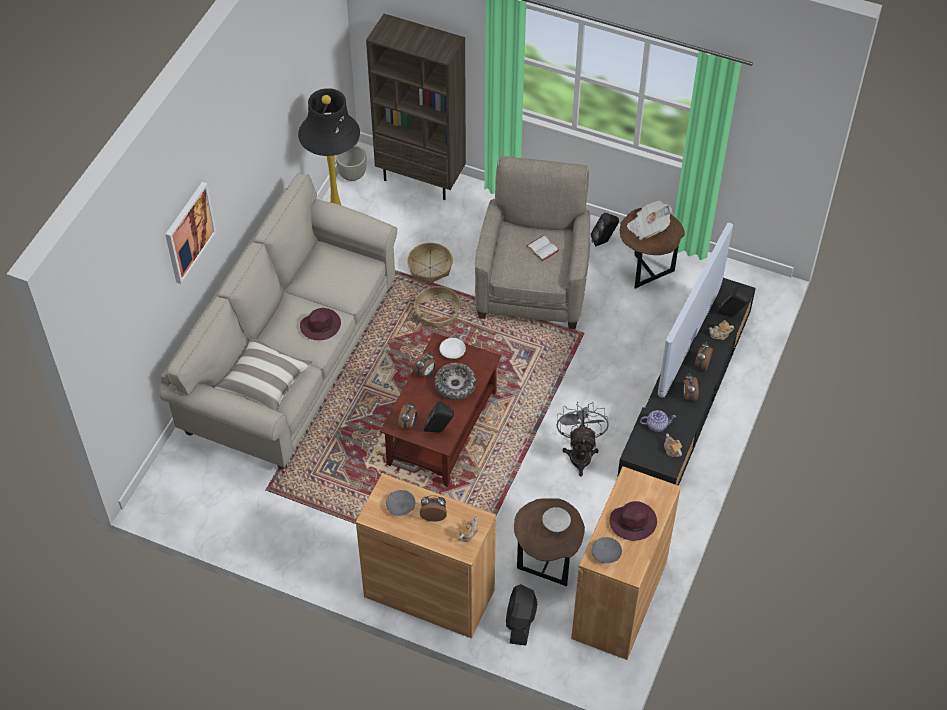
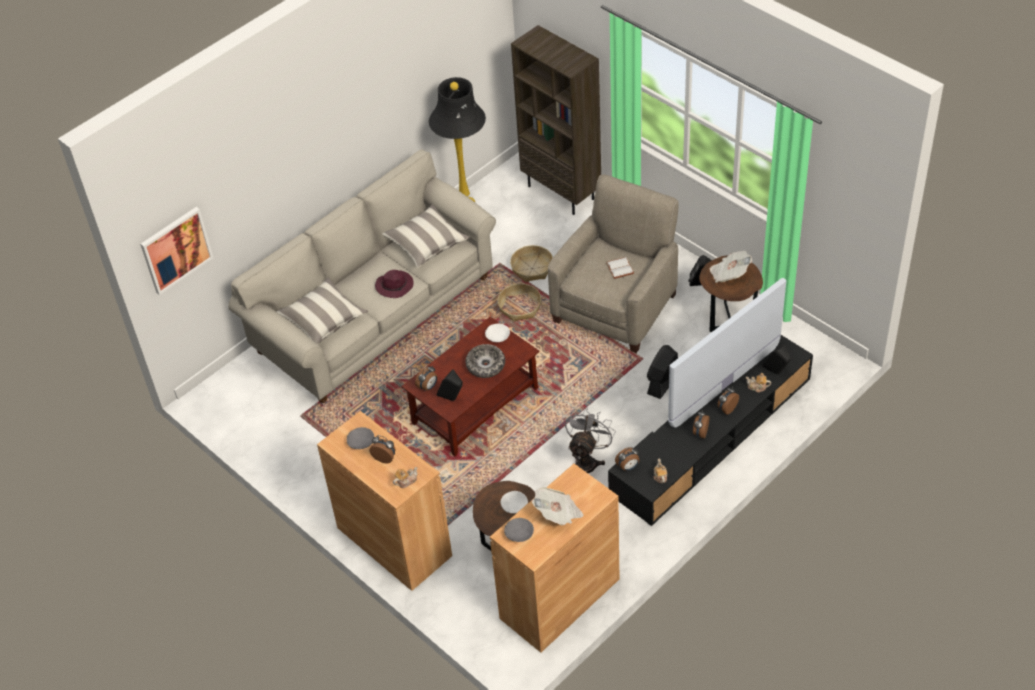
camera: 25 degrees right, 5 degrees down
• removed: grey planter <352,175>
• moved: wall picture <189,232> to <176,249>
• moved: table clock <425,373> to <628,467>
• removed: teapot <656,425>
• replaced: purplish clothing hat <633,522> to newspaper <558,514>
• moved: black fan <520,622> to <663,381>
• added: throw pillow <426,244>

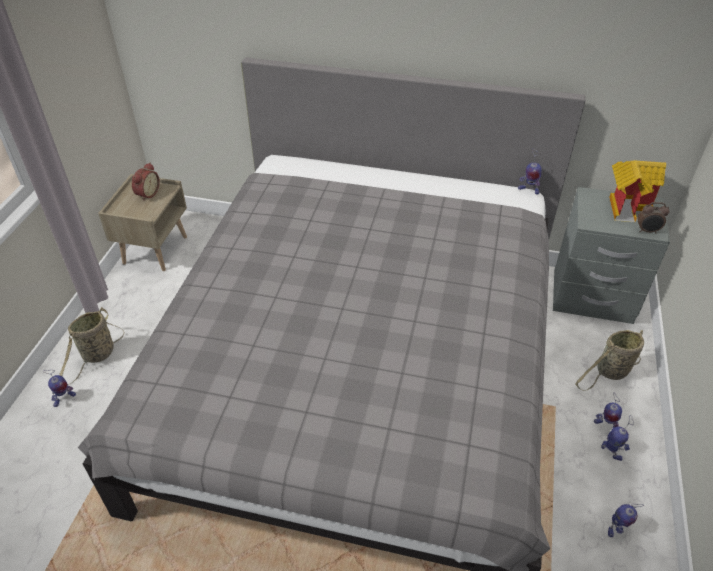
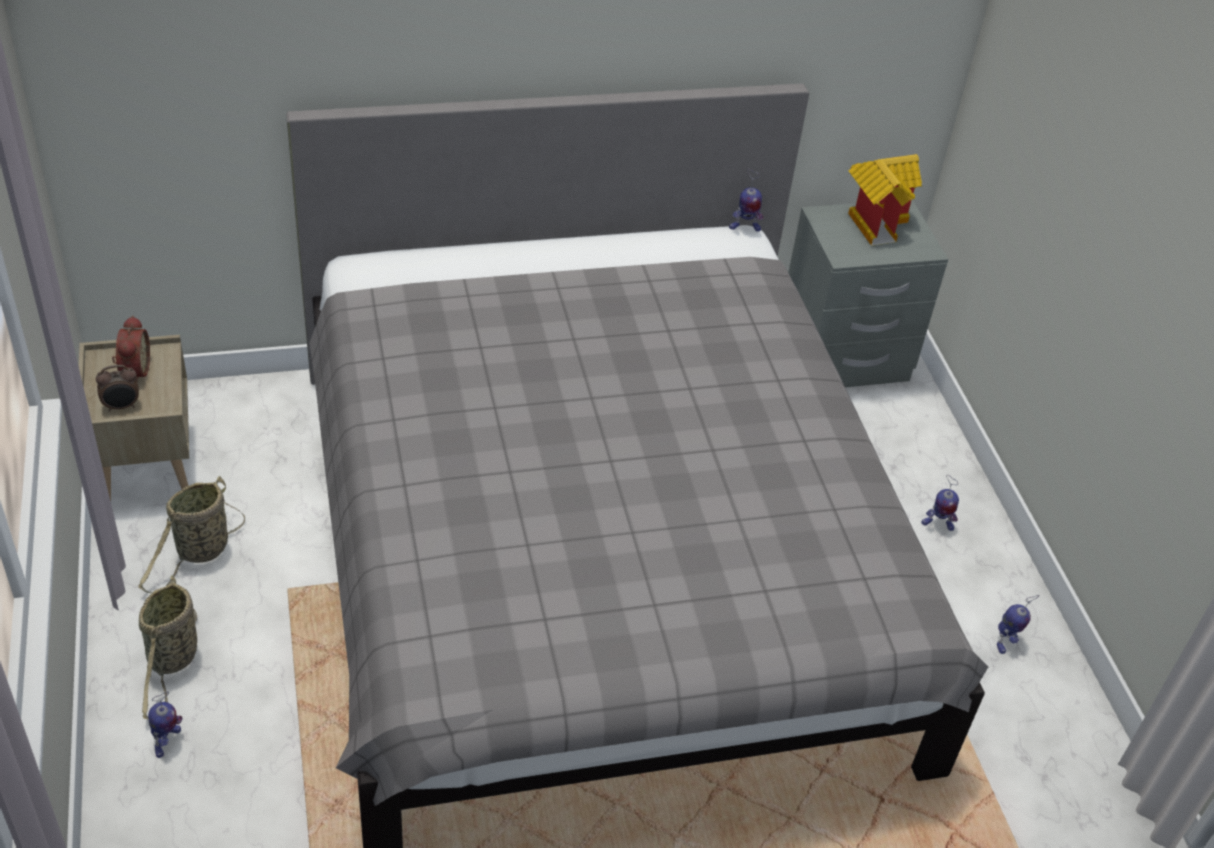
camera: 30 degrees left, 0 degrees up
• moved: table clock <647,231> to <122,406>
• moved: storage basket <610,372> to <200,552>
• removed: toy robot <611,451>

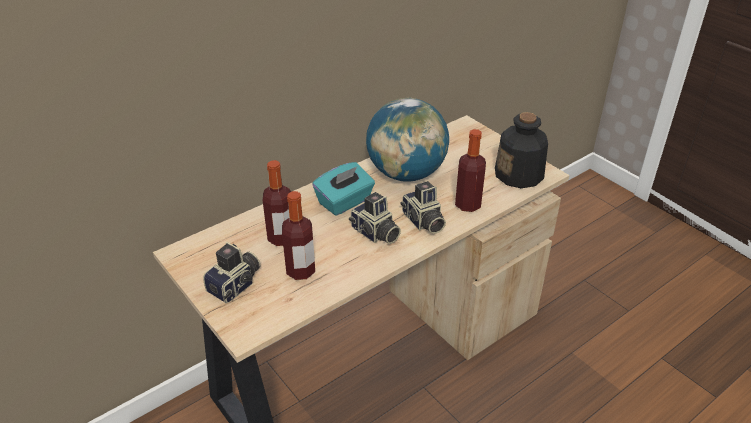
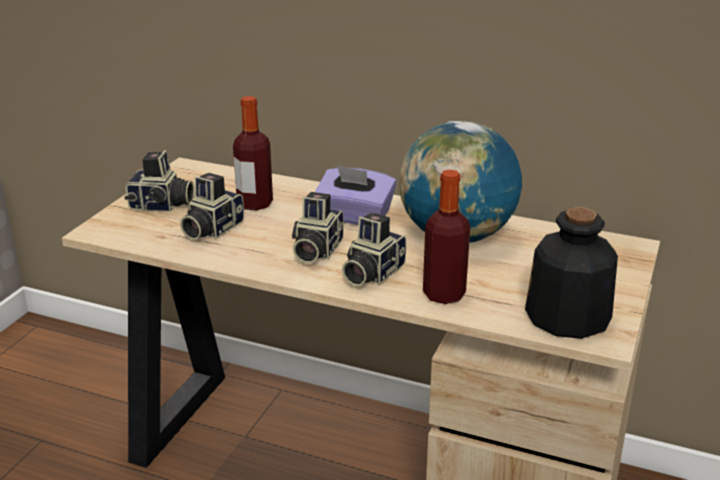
camera: 60 degrees right, 10 degrees down
• recoloured: turquoise-coloured tissue box <345,202> to purplish tissue box <354,217>
• replaced: bottle <300,271> to photo camera <211,229>

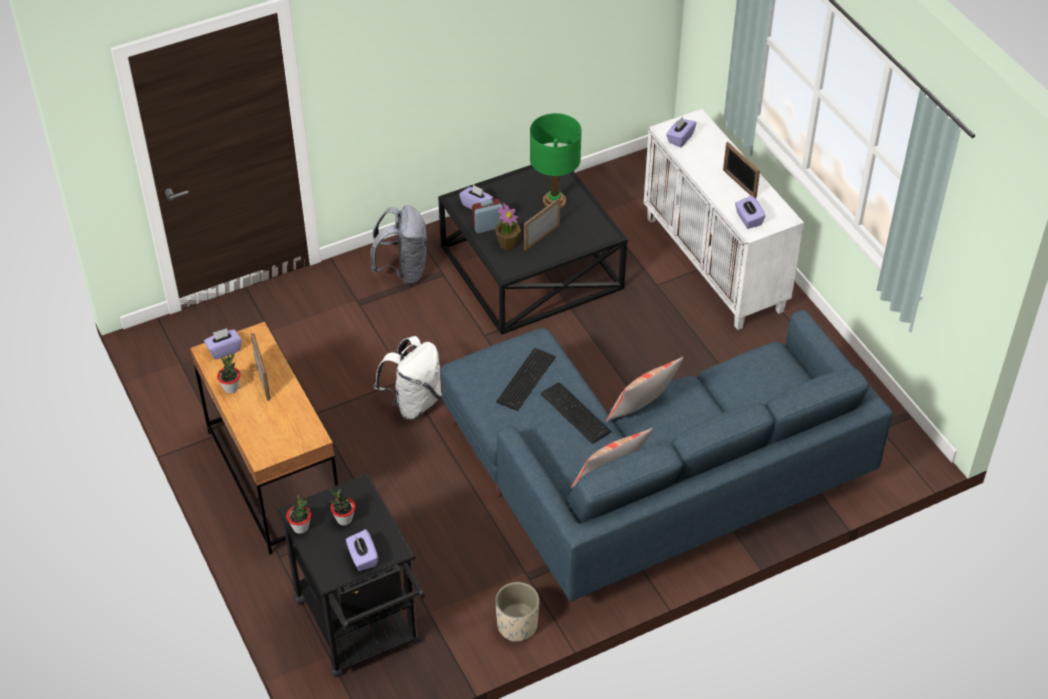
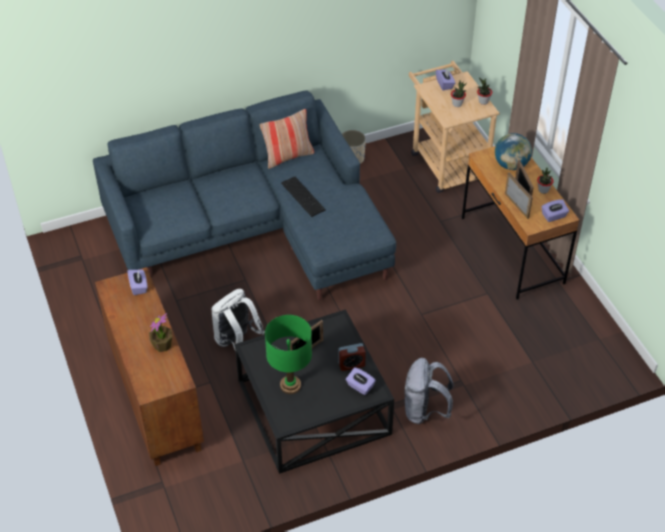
camera: 175 degrees left, 0 degrees up
• recoloured: white cupboard <715,264> to brown-coloured cupboard <154,398>
• removed: purplish tissue box <680,138>
• moved: standing frame <739,184> to <517,205>
• moved: houseplant <507,243> to <162,345>
• moved: white knapsack <413,402> to <236,340>
• removed: PC keyboard <524,379>
• removed: throw pillow <642,411>
• recoloured: black trolley <361,630> to beige trolley <445,162>
• added: world globe <511,165>

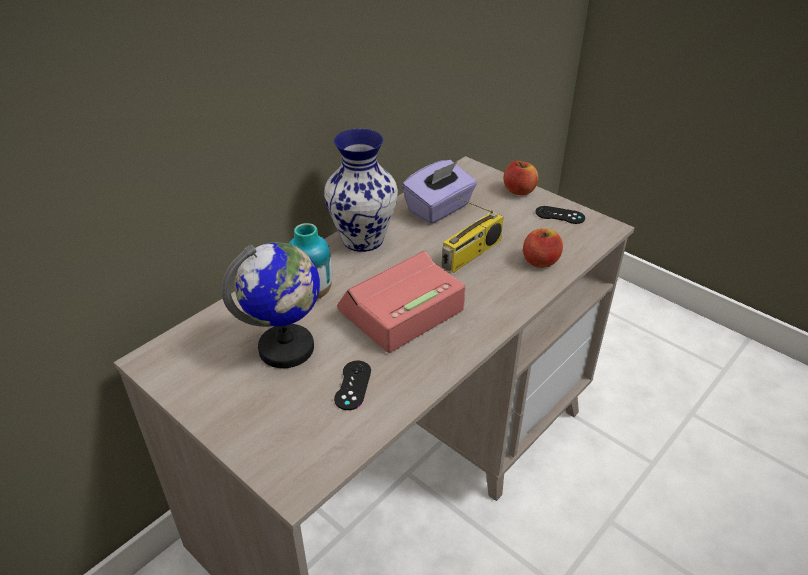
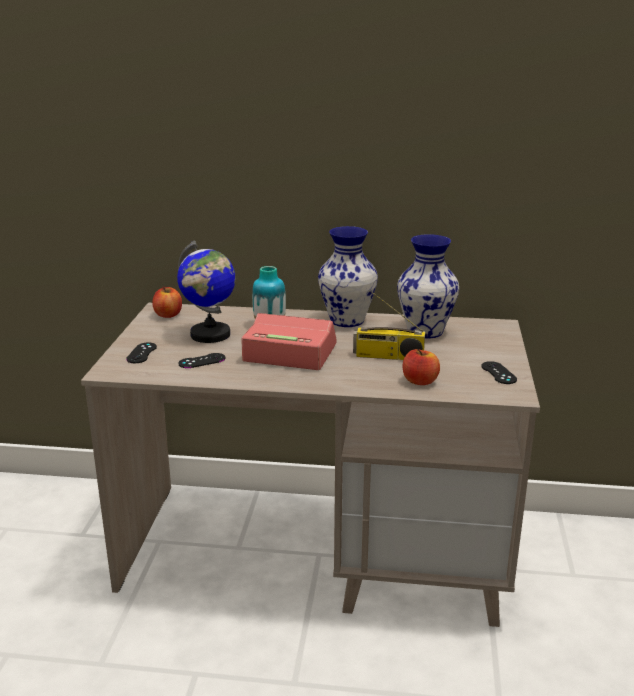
camera: 55 degrees right, 15 degrees down
• replaced: purplish tissue box <439,209> to decorative vase <426,331>
• moved: apple <519,190> to <168,315>
• added: black gamepad <141,353>

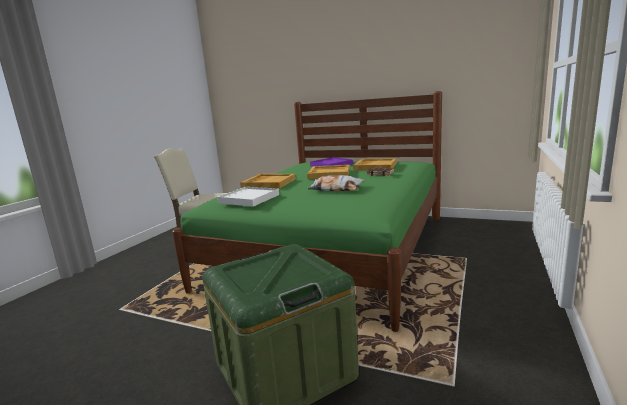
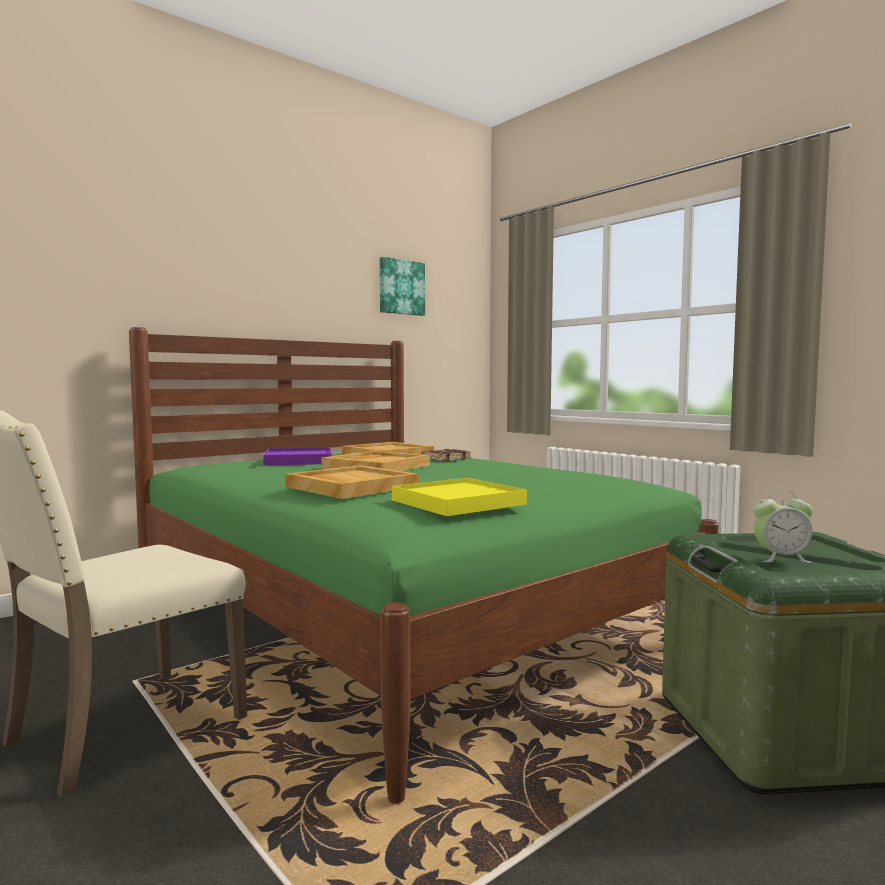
camera: 65 degrees left, 10 degrees down
• removed: throw pillow <336,189>
• recoloured: white carrying tray <249,199> to yellowish carrying tray <457,502>
• added: wall picture <401,287>
• added: table clock <781,558>

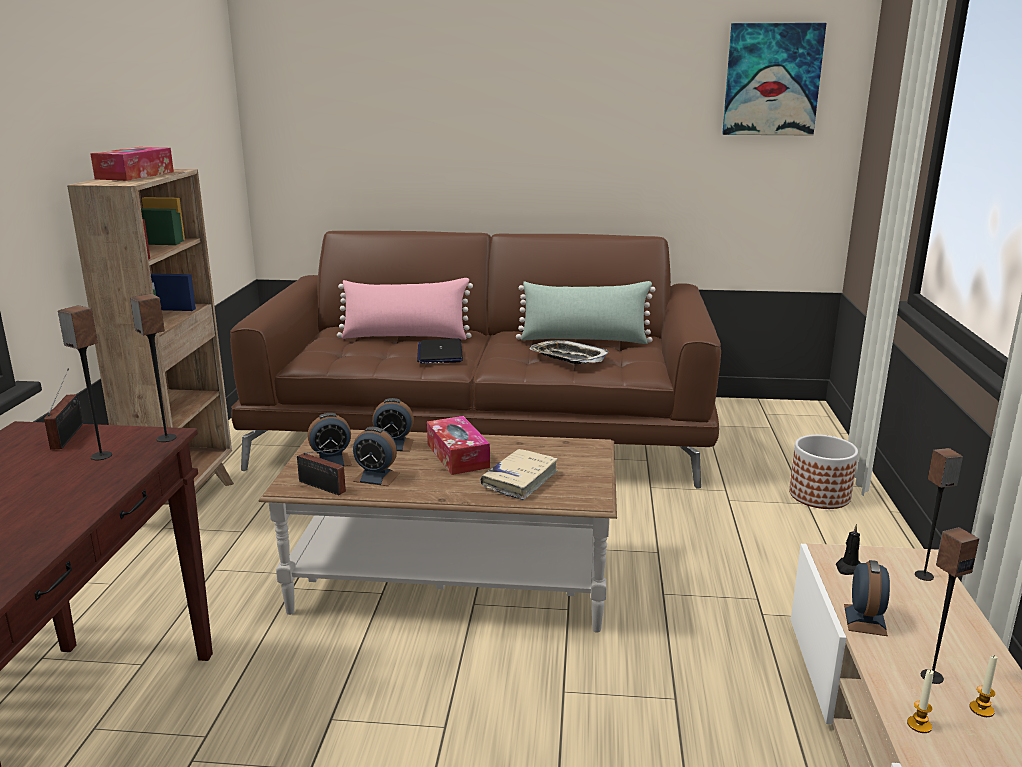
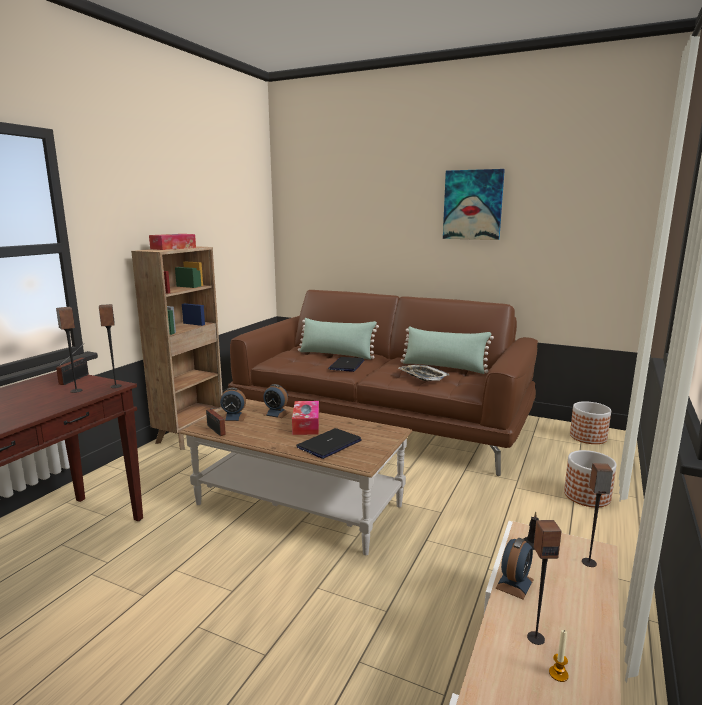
camera: 20 degrees right, 5 degrees down
• moved: wall picture <772,80> to <473,205>
• recoloured: pink-coloured throw pillow <405,337> to green throw pillow <336,354>
• removed: table clock <376,477>
• replaced: beige volume <520,480> to notebook computer <329,444>
• removed: wax candle <919,725>
• added: planter <588,437>

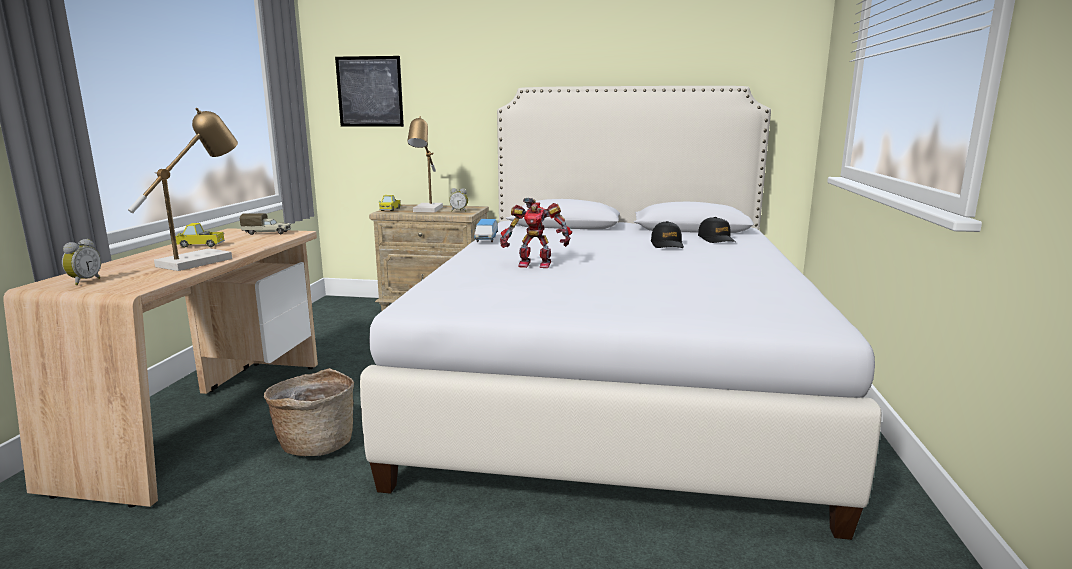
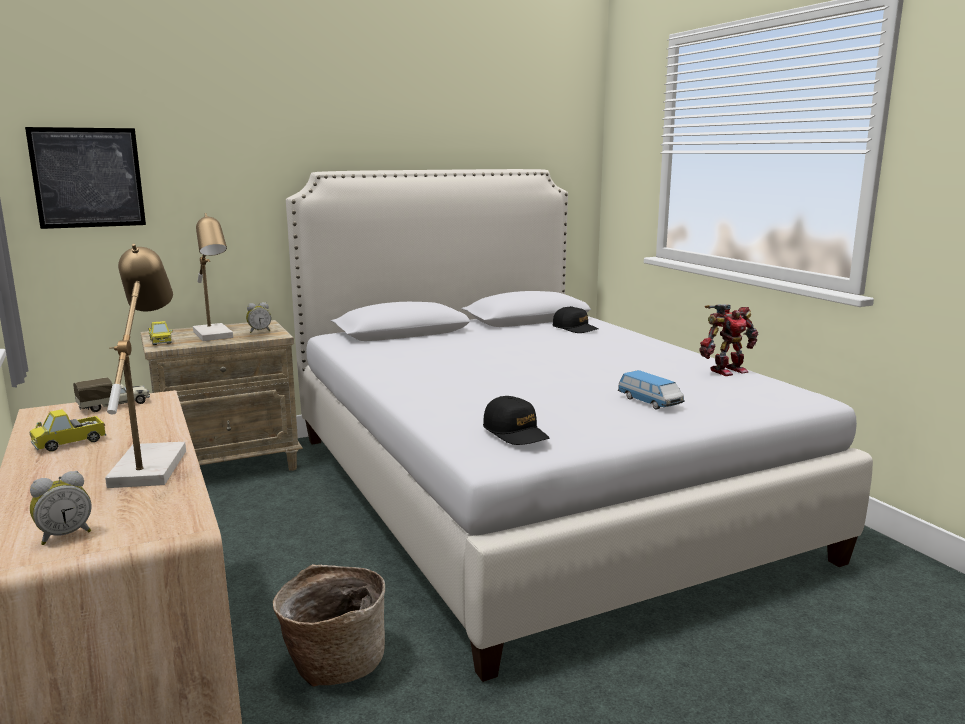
camera: 35 degrees left, 0 degrees up
• moved: toy robot <535,264> to <726,370>
• moved: model car <486,239> to <650,402>
• moved: black baseball cap <667,244> to <515,433>
• turned: table clock <84,281> = <64,535> 75 degrees clockwise

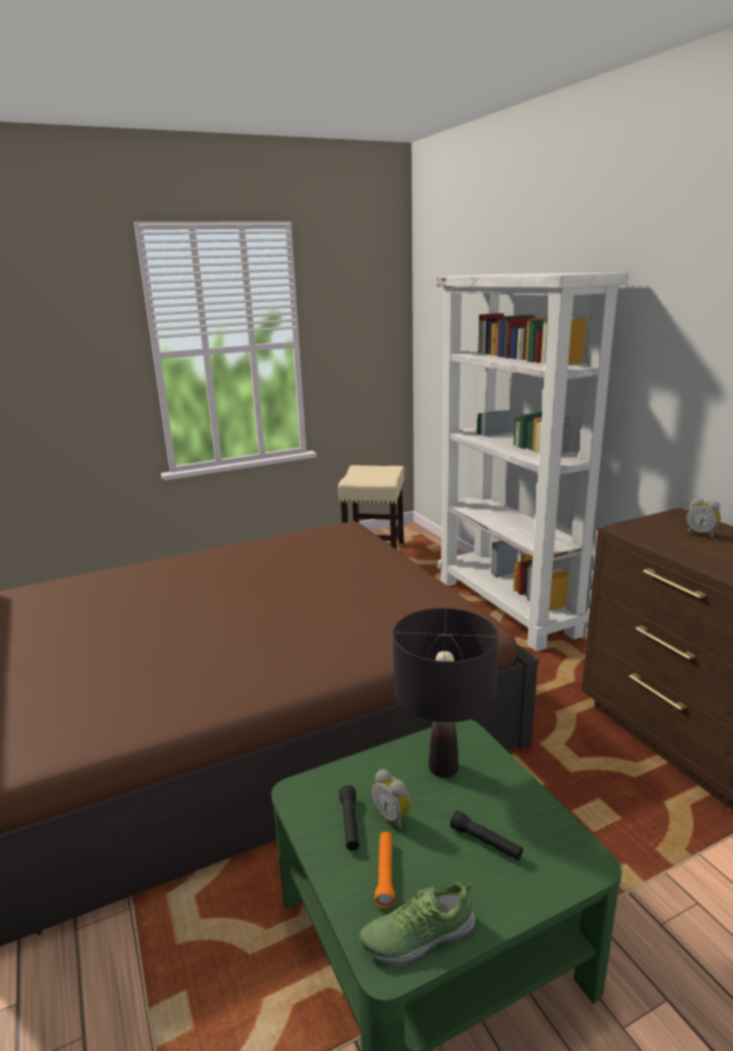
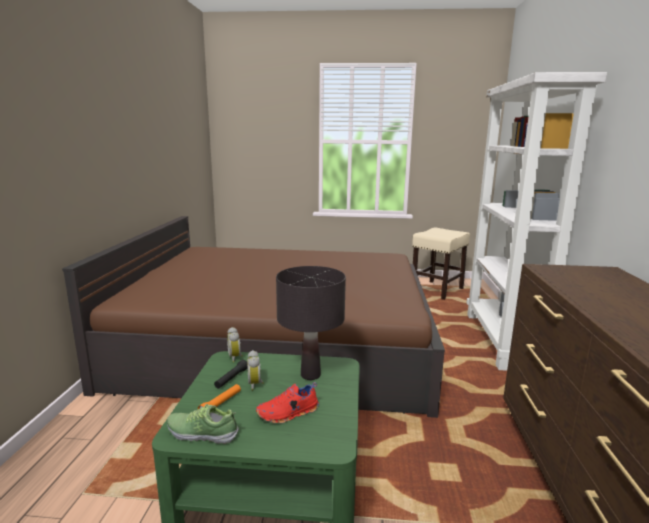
camera: 30 degrees right, 5 degrees down
• moved: table clock <701,534> to <235,357>
• replaced: black hand torch <486,842> to reddish shoe <288,414>

